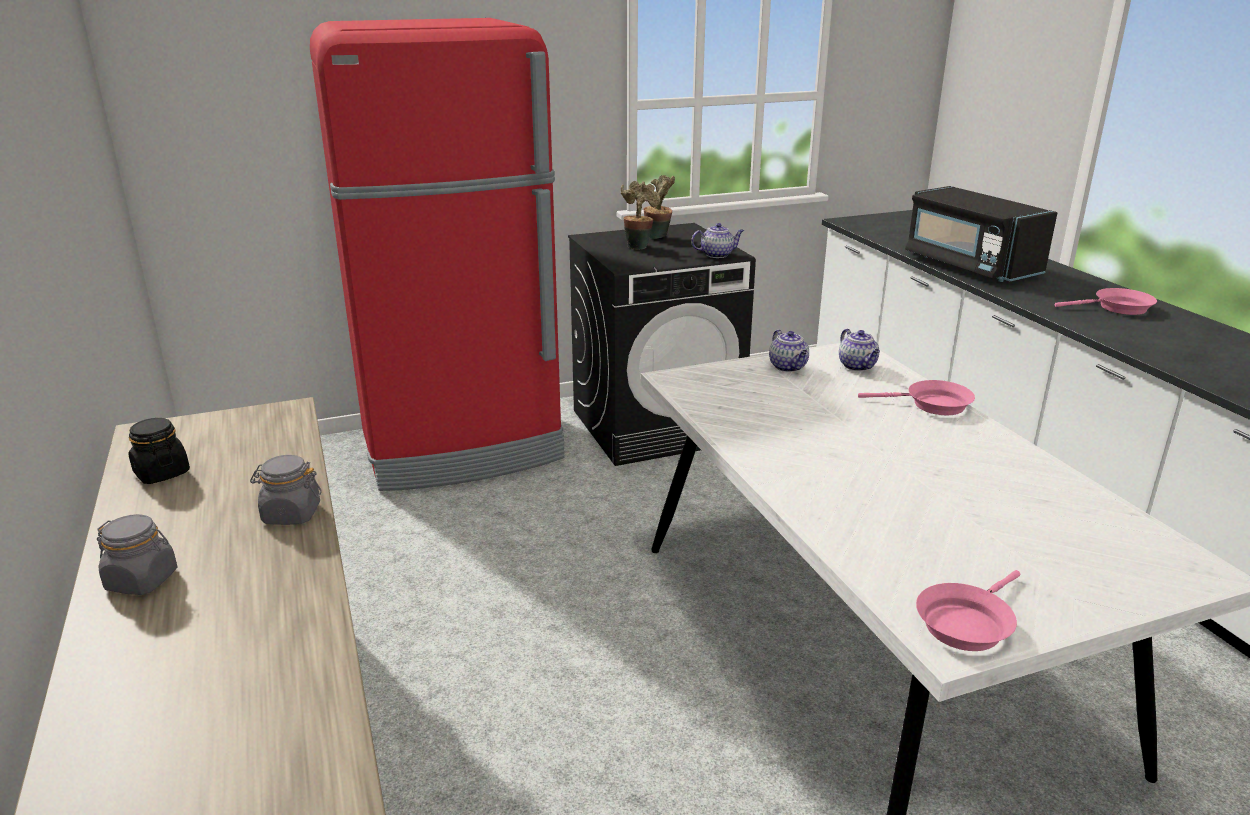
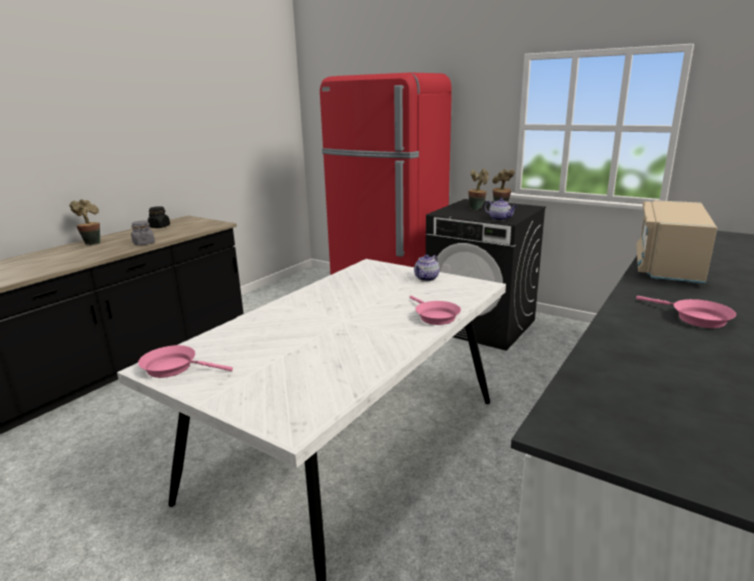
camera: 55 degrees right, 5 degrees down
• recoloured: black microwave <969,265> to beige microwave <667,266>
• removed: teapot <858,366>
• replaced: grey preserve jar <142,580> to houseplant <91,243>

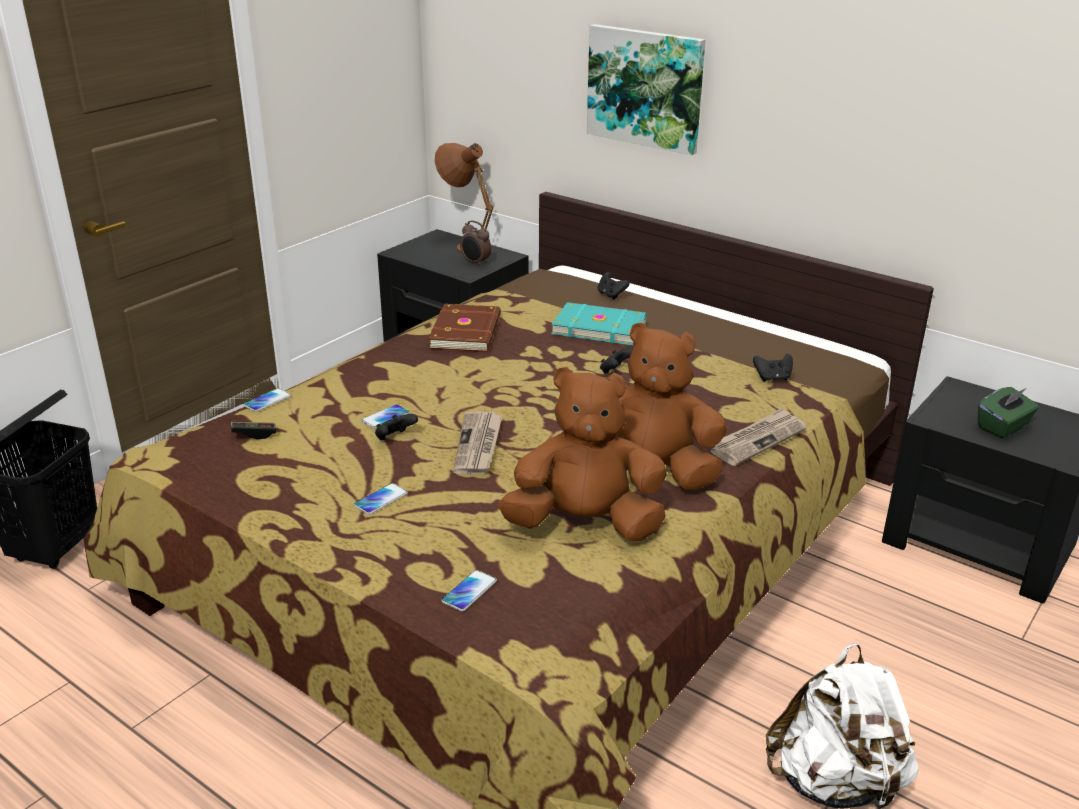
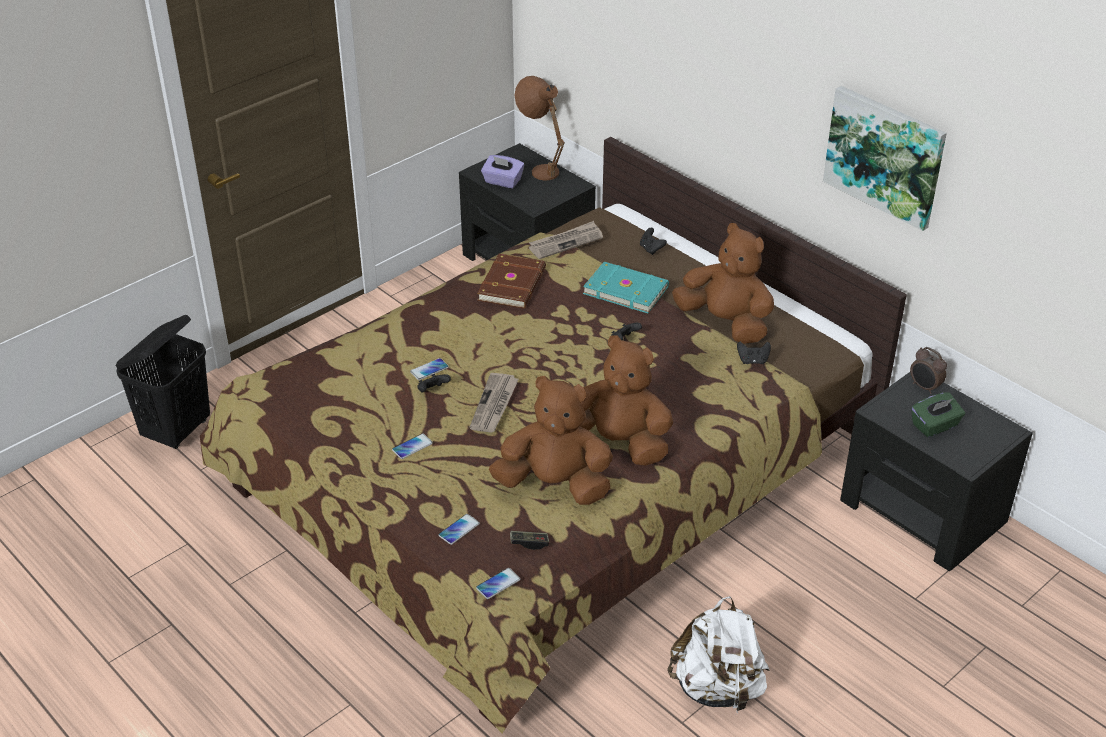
camera: 10 degrees right, 10 degrees up
• moved: wall picture <645,88> to <885,156>
• moved: table clock <475,263> to <924,387>
• moved: telephone <267,401> to <498,584>
• moved: newspaper <757,439> to <566,242>
• moved: gamepad <254,434> to <529,543>
• added: purplish tissue box <502,181>
• added: brown-coloured soft toy <725,323>

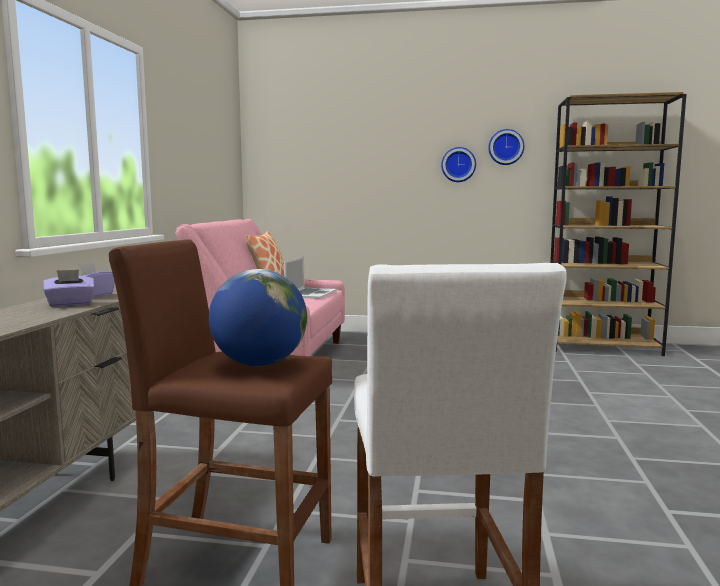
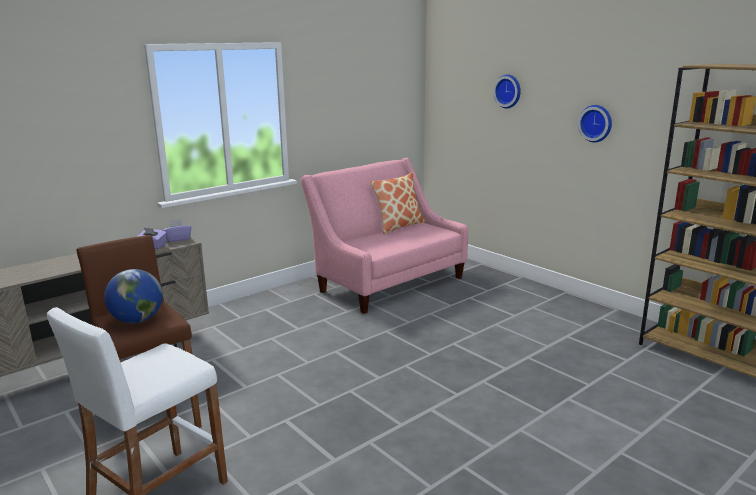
camera: 40 degrees right, 10 degrees up
• moved: wall clock <506,147> to <508,91>
• removed: notebook computer <310,294>

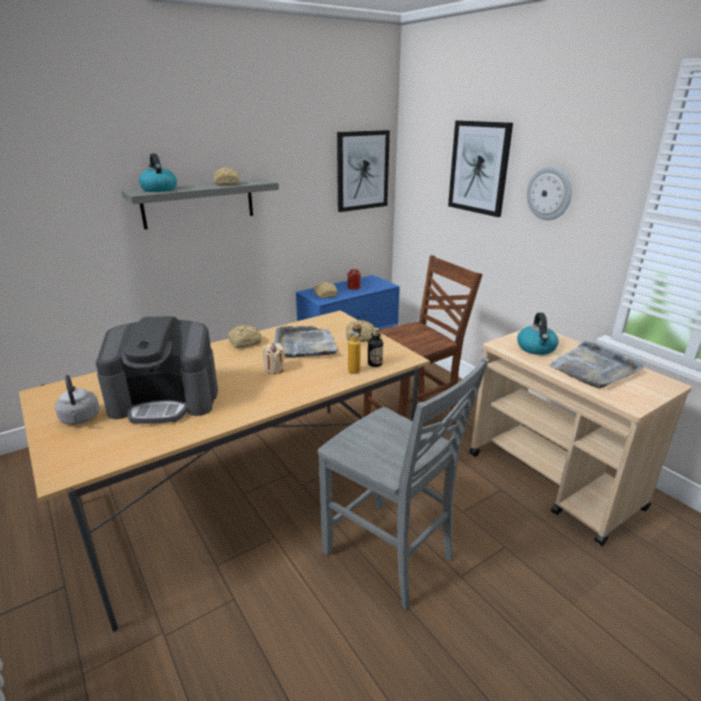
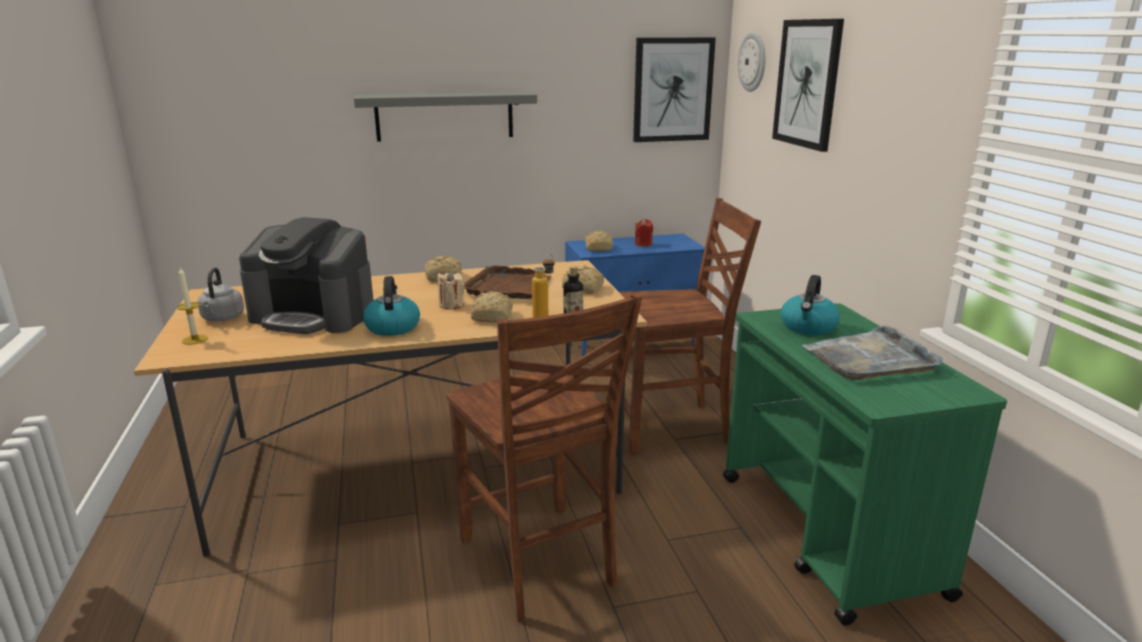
camera: 20 degrees right, 5 degrees down
• moved: tea kettle <159,189> to <392,327>
• moved: bakery bread <227,183> to <493,316>
• moved: wall clock <549,193> to <753,62>
• recoloured: grey carrying tray <304,345> to brown-coloured carrying tray <509,287>
• recoloured: beige trolley <553,481> to green trolley <828,534>
• recoloured: grey plain chair <390,555> to brown-coloured plain chair <539,563>
• added: wax candle <195,340>

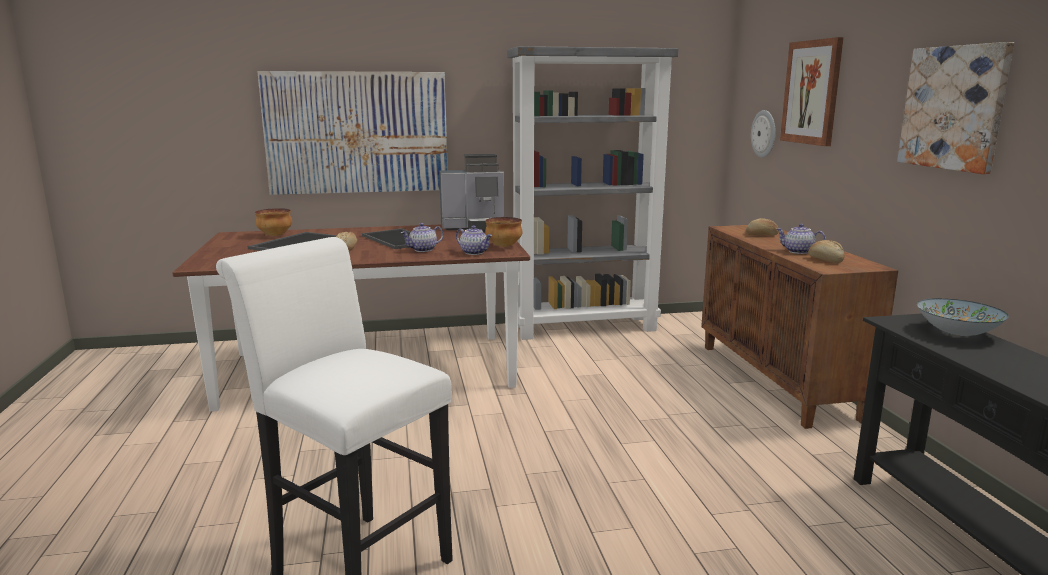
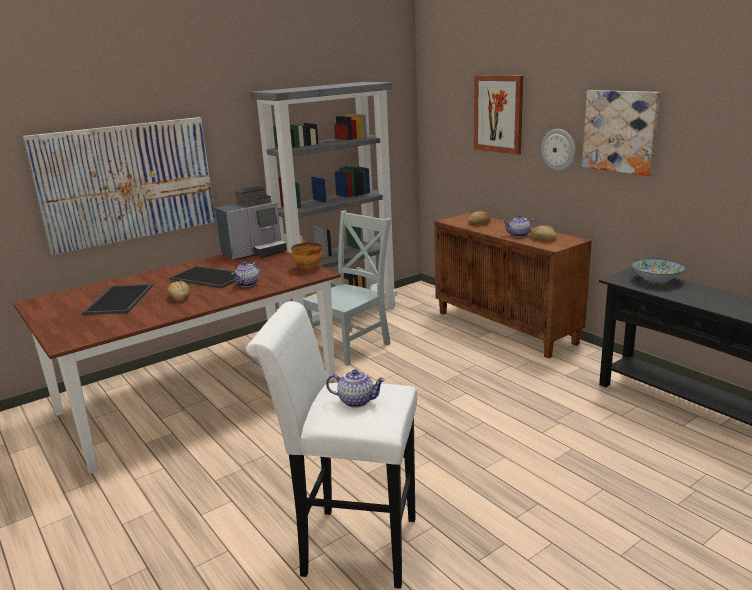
camera: 25 degrees left, 5 degrees up
• moved: wall clock <764,134> to <559,149>
• removed: serving bowl <275,235>
• moved: teapot <474,252> to <357,401>
• added: grey plain chair <352,345>

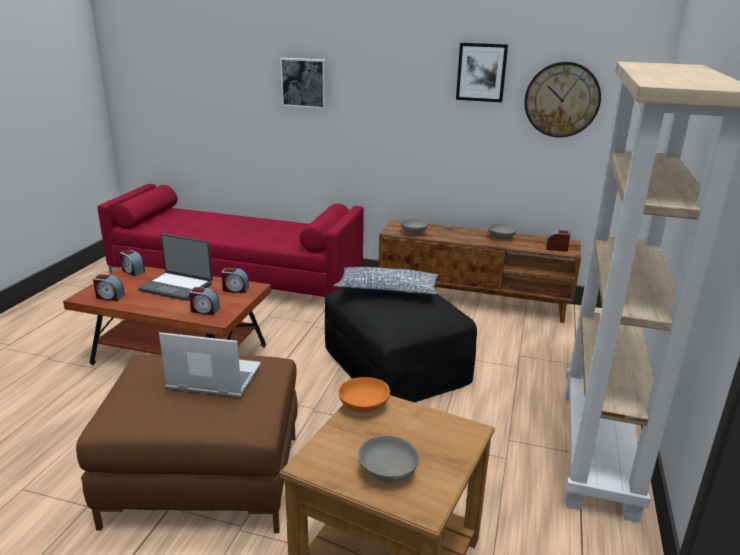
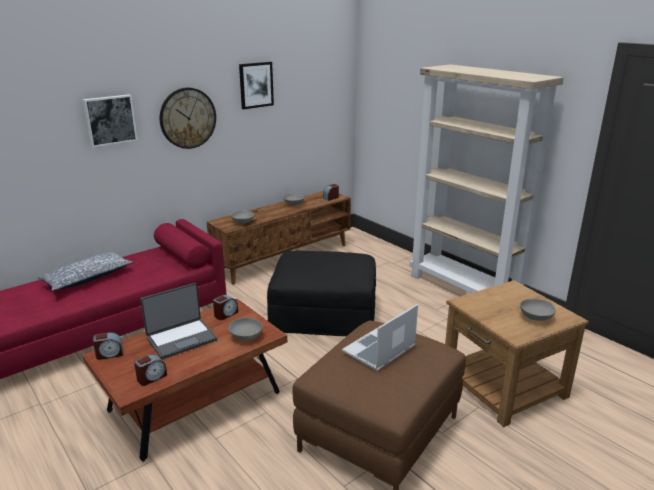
camera: 55 degrees left, 0 degrees up
• moved: wall clock <562,100> to <188,118>
• moved: throw pillow <387,291> to <87,278>
• replaced: table clock <204,310> to grey serving bowl <246,336>
• removed: orange-coloured serving bowl <363,406>

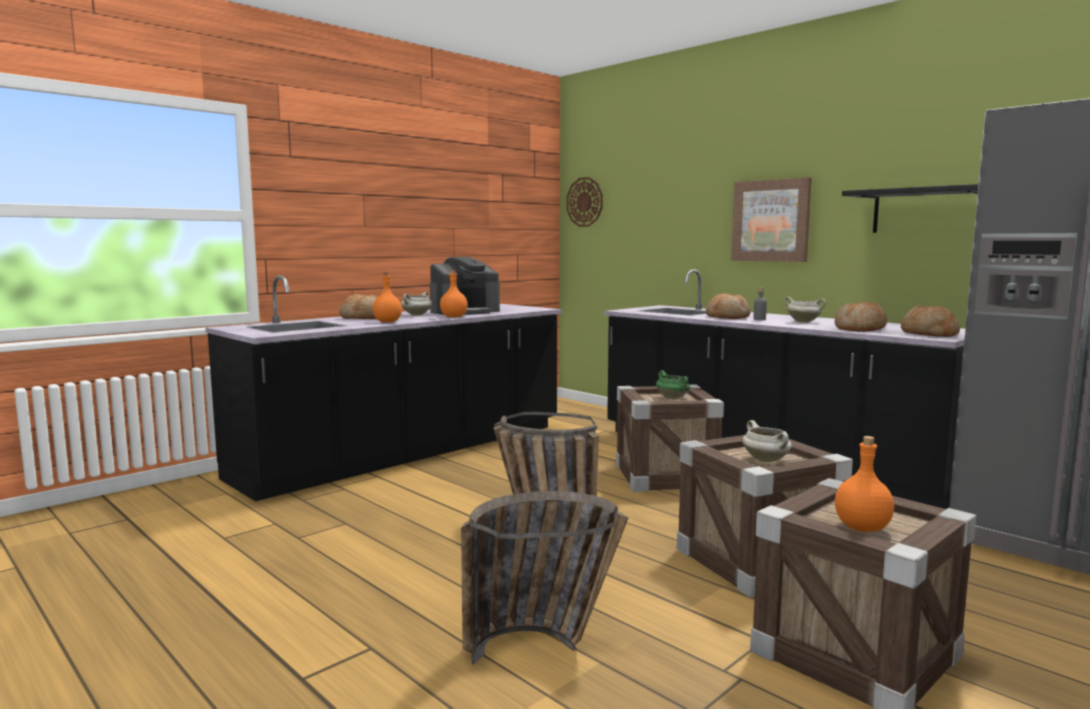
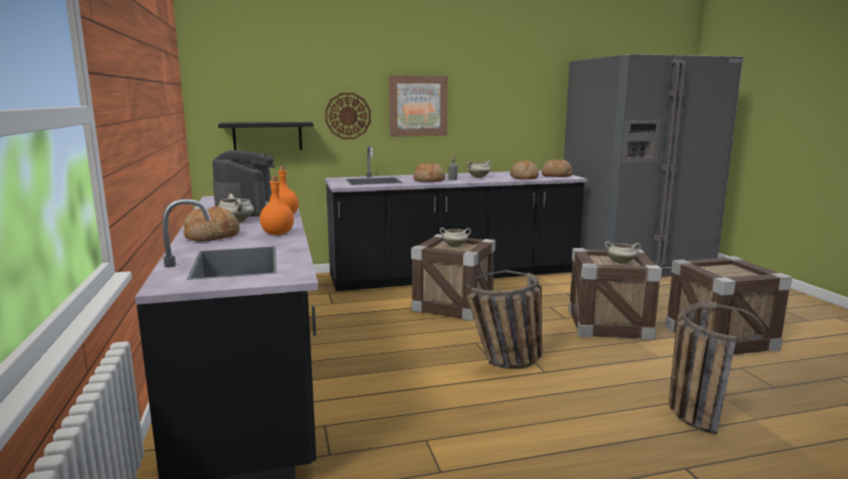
camera: 60 degrees left, 5 degrees up
• moved: wall clock <584,202> to <348,116>
• moved: black shelf <925,211> to <267,136>
• recoloured: green cooking pot <673,398> to white cooking pot <455,246>
• removed: orange-coloured bottle <862,528>

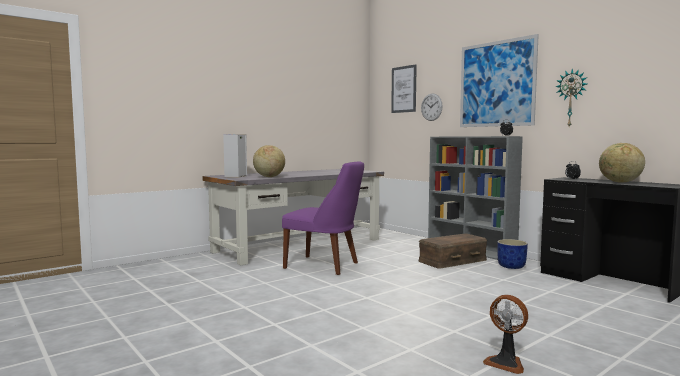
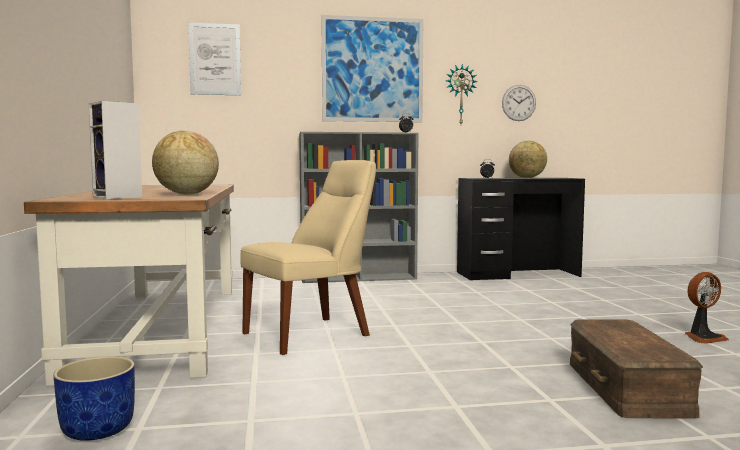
camera: 60 degrees left, 0 degrees up
• moved: wall clock <431,107> to <518,103>
• recoloured: purplish plain chair <324,266> to beige plain chair <312,334>
• recoloured: grey desk <299,245> to brown-coloured desk <163,326>
• moved: brown-coloured storage box <452,260> to <625,387>
• moved: blue-coloured planter <511,266> to <97,429>

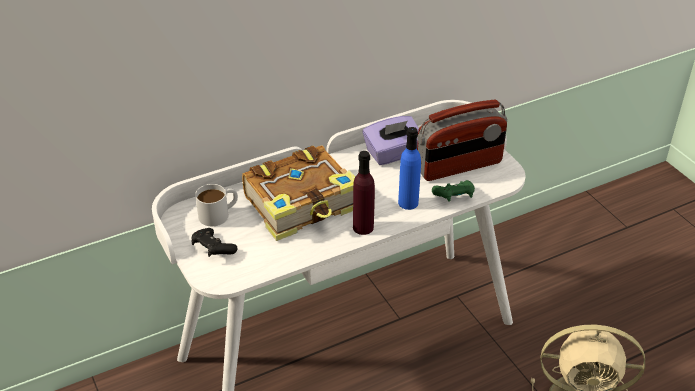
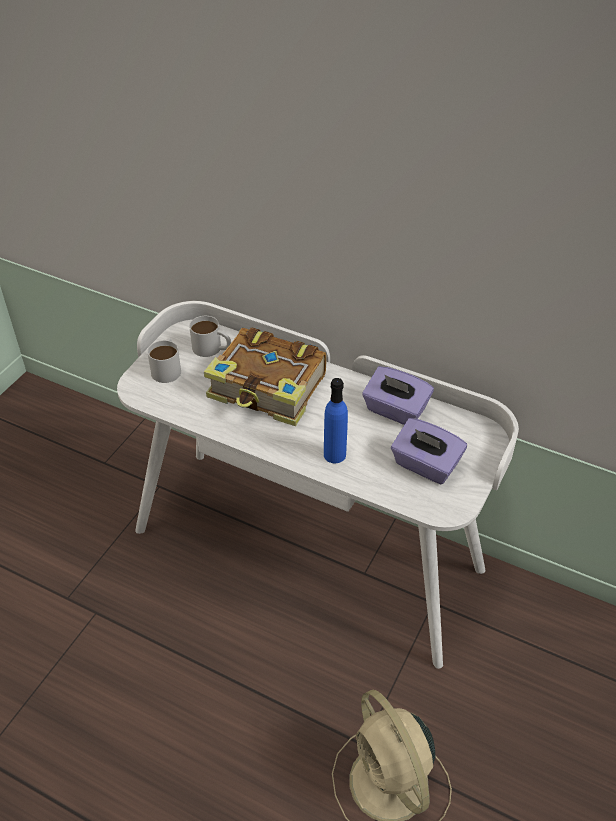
camera: 55 degrees right, 5 degrees up
• replaced: radio receiver <459,166> to purplish tissue box <425,465>
• removed: purplish bottle <363,227>
• removed: green gamepad <454,197>
• replaced: black gamepad <213,249> to white mug <167,368>

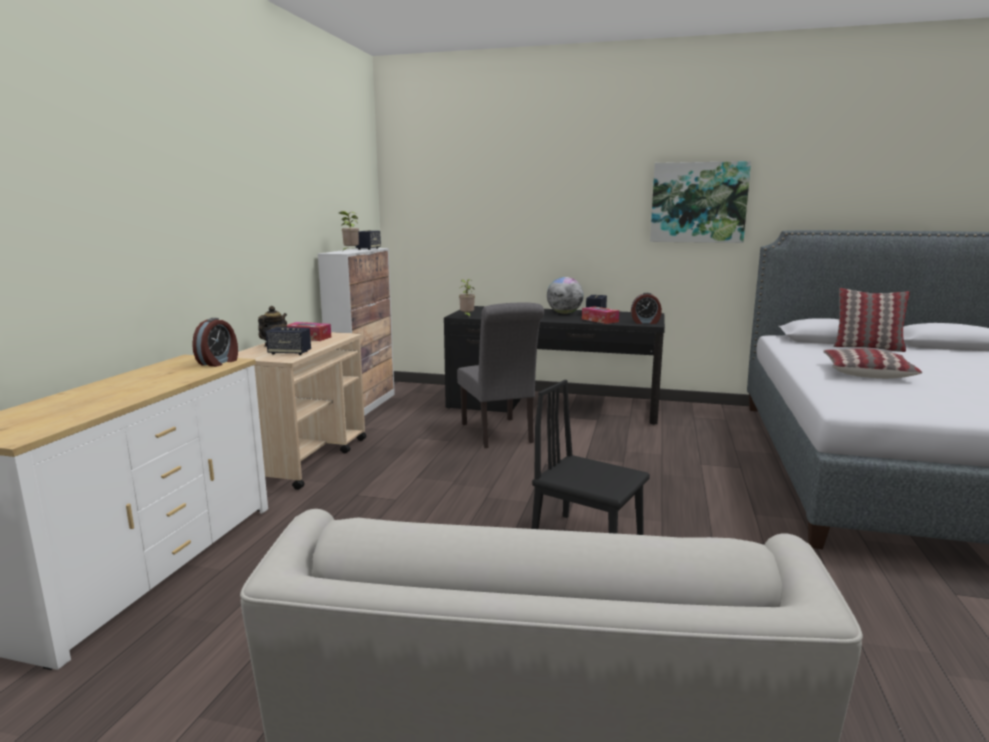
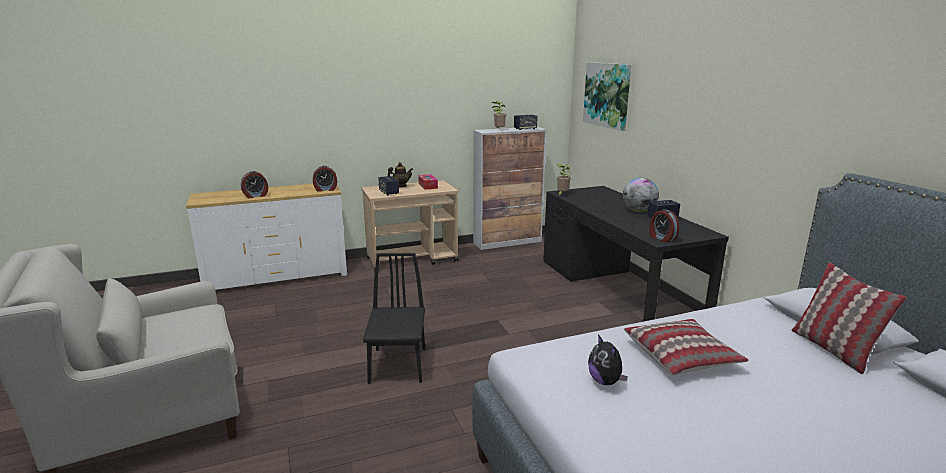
camera: 55 degrees right, 5 degrees up
• moved: wall picture <698,202> to <607,95>
• removed: grey plain chair <499,434>
• removed: tissue box <600,320>
• added: table clock <256,196>
• added: soft toy <605,381>

